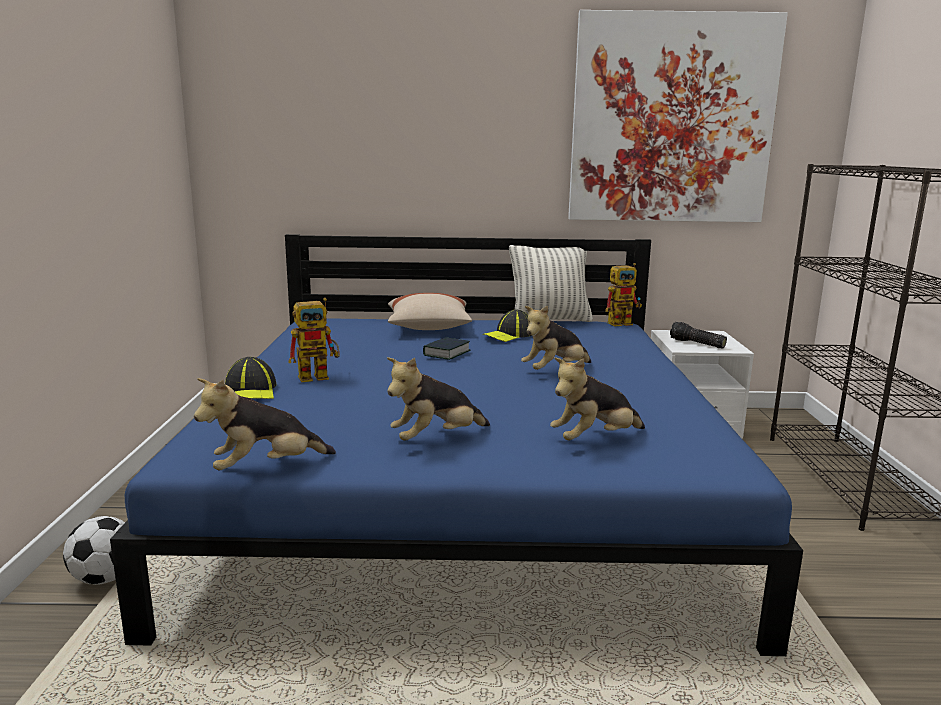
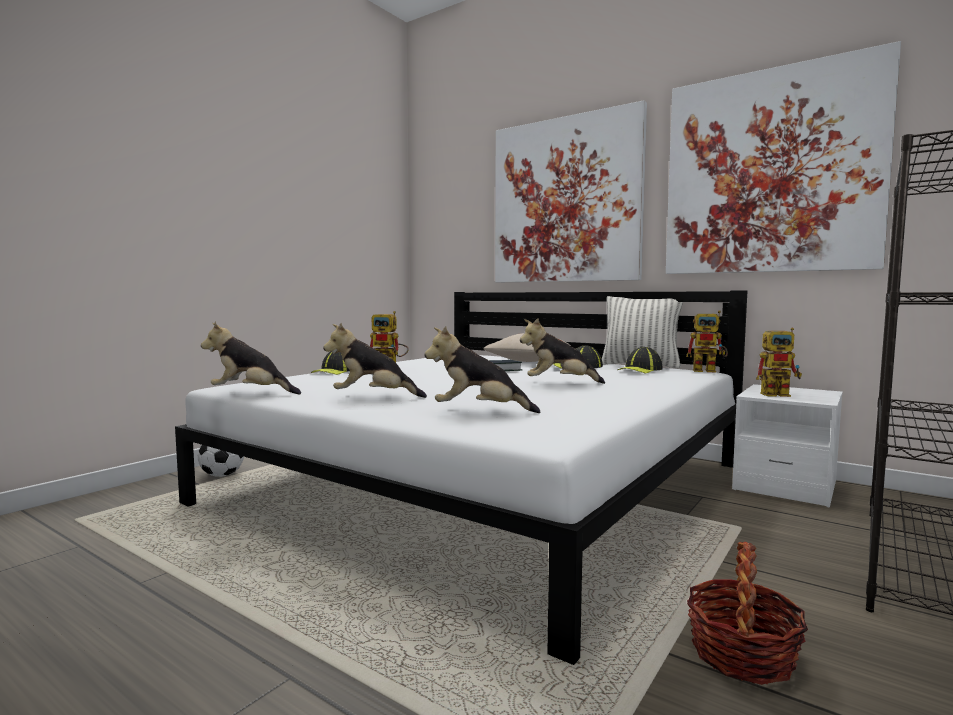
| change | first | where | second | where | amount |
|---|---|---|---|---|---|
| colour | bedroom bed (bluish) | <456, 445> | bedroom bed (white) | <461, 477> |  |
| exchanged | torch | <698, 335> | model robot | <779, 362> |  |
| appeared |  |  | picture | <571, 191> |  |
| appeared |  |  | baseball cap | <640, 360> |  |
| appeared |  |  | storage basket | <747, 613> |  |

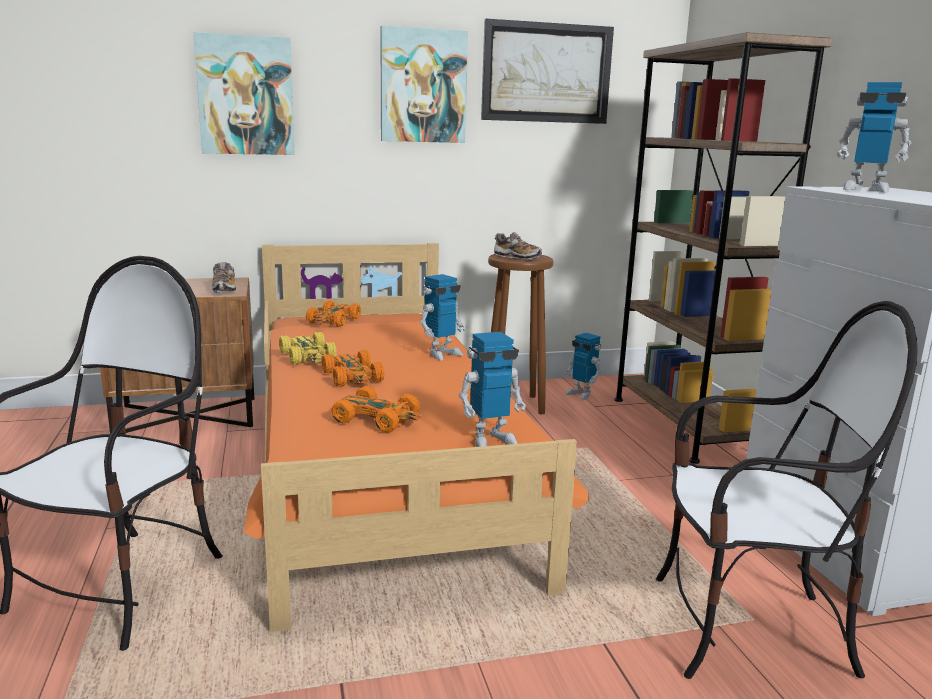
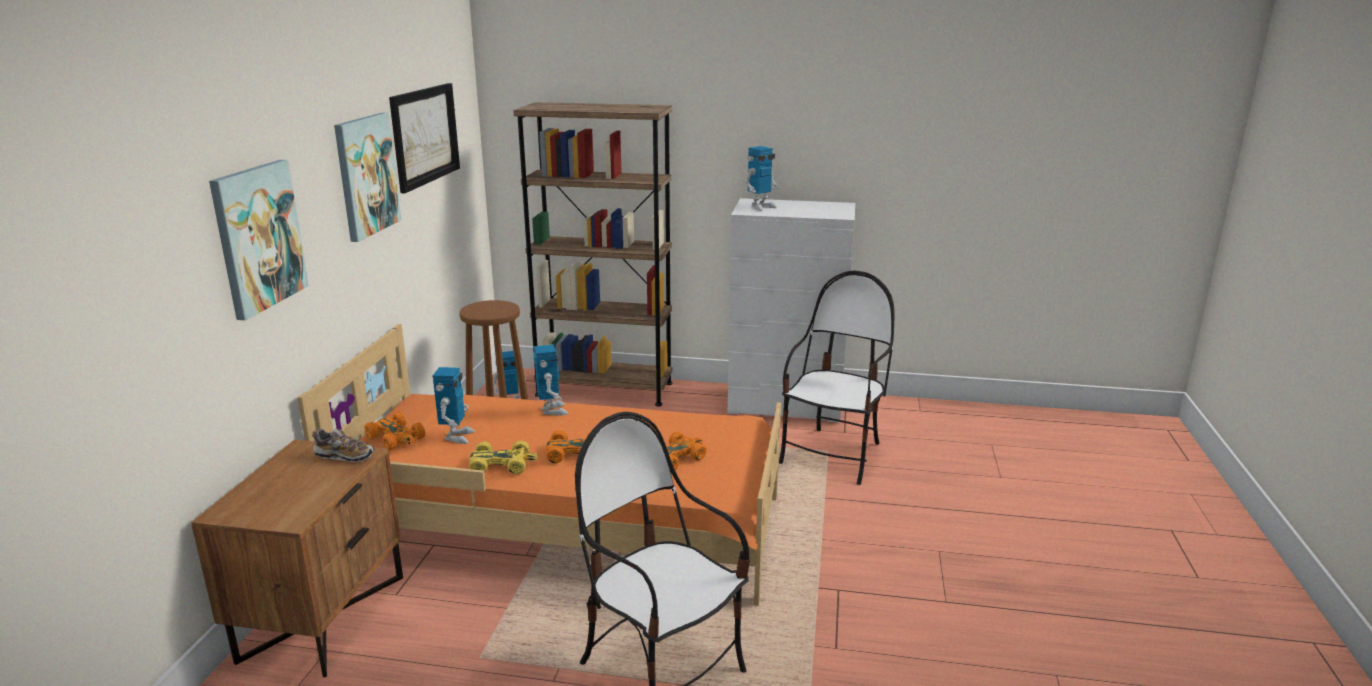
| change | first | where | second | where | amount |
|---|---|---|---|---|---|
| relocated | model robot | <492, 389> |  | <453, 405> |  |
| missing | shoe | <518, 246> |  |  |  |

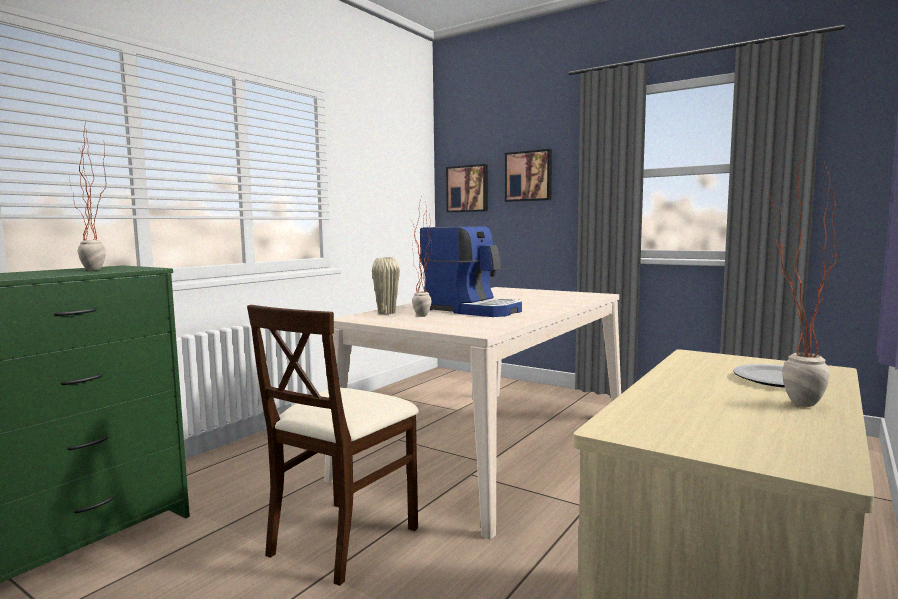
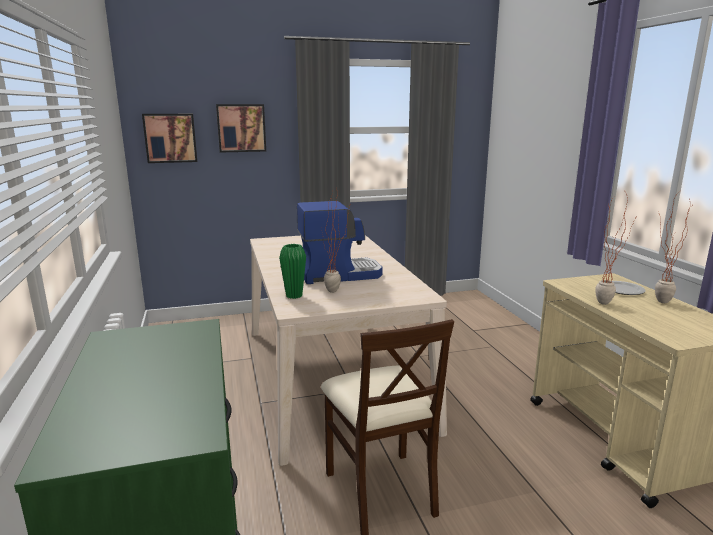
| change | first | where | second | where | amount |
|---|---|---|---|---|---|
| relocated | potted plant | <87, 195> |  | <615, 247> |  |
| colour | flower vase (sand-coloured) | <386, 285> | flower vase (greenish) | <292, 271> |  |

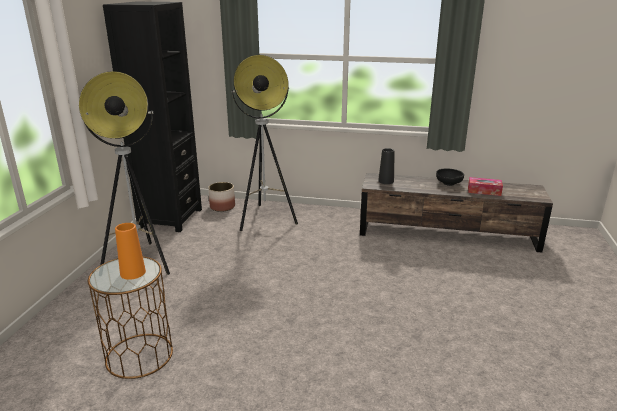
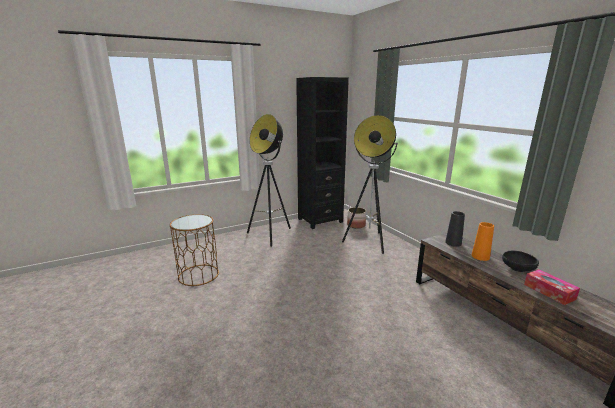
| change | first | where | second | where | amount |
|---|---|---|---|---|---|
| relocated | flower vase (orangey) | <130, 251> |  | <483, 241> |  |

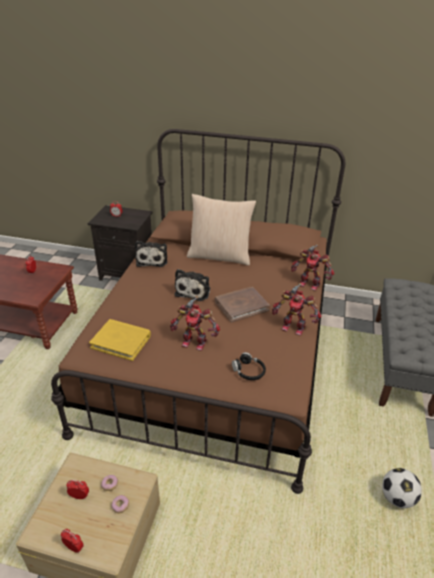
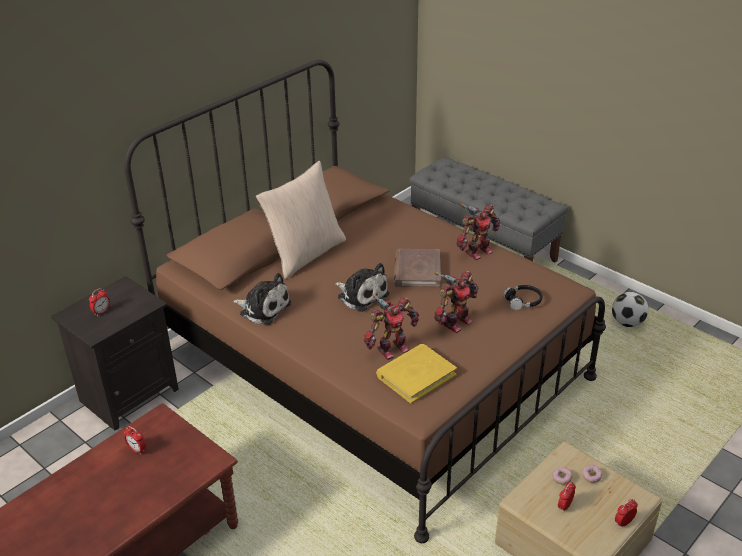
| change | first | where | second | where | amount |
|---|---|---|---|---|---|
| relocated | model robot | <312, 267> |  | <391, 327> |  |

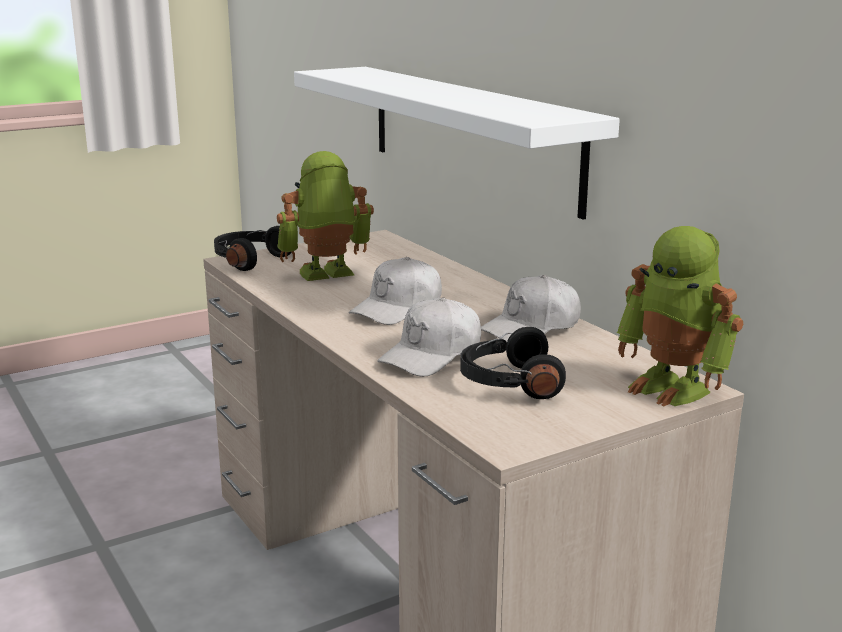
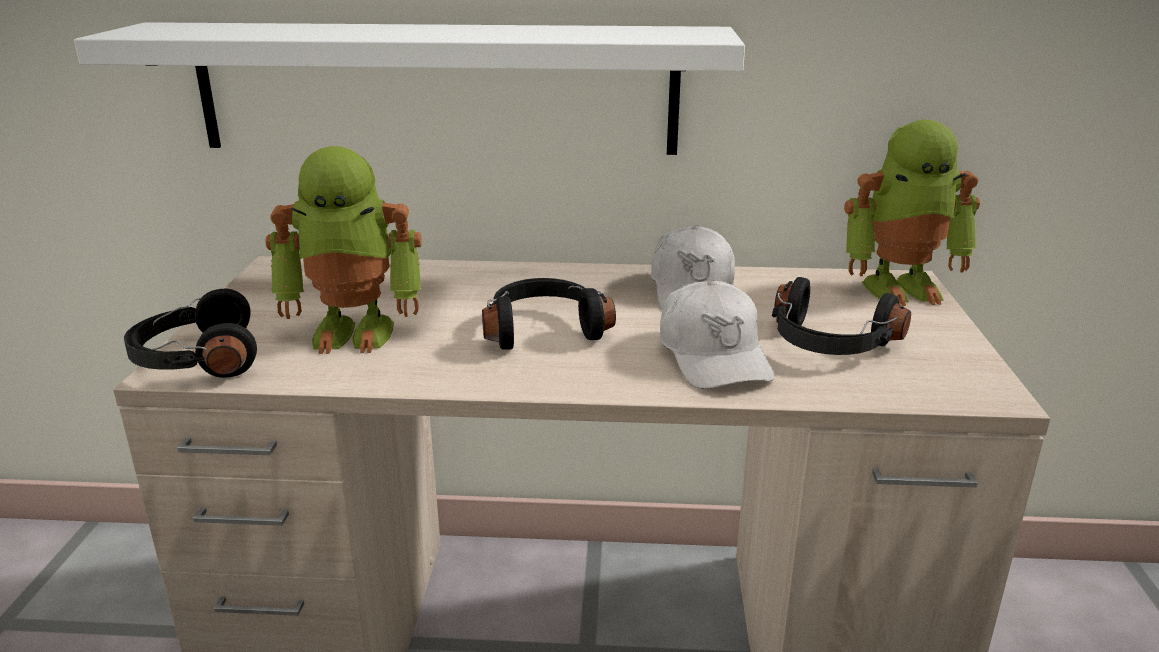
| change | first | where | second | where | amount |
|---|---|---|---|---|---|
| spun | model robot | <325, 216> |  | <343, 250> | 105 degrees counterclockwise |
| exchanged | baseball cap (white) | <395, 291> | headphones (black) | <549, 314> |  |

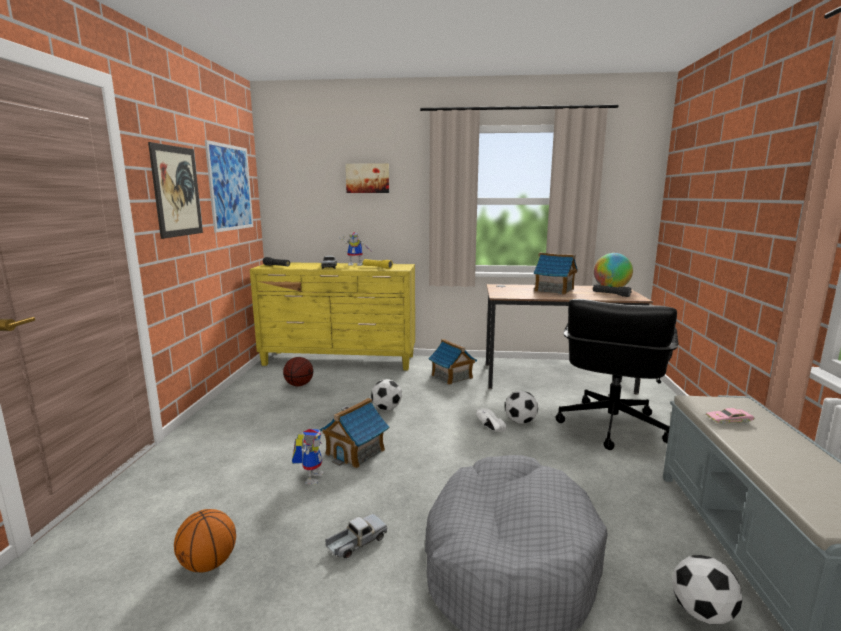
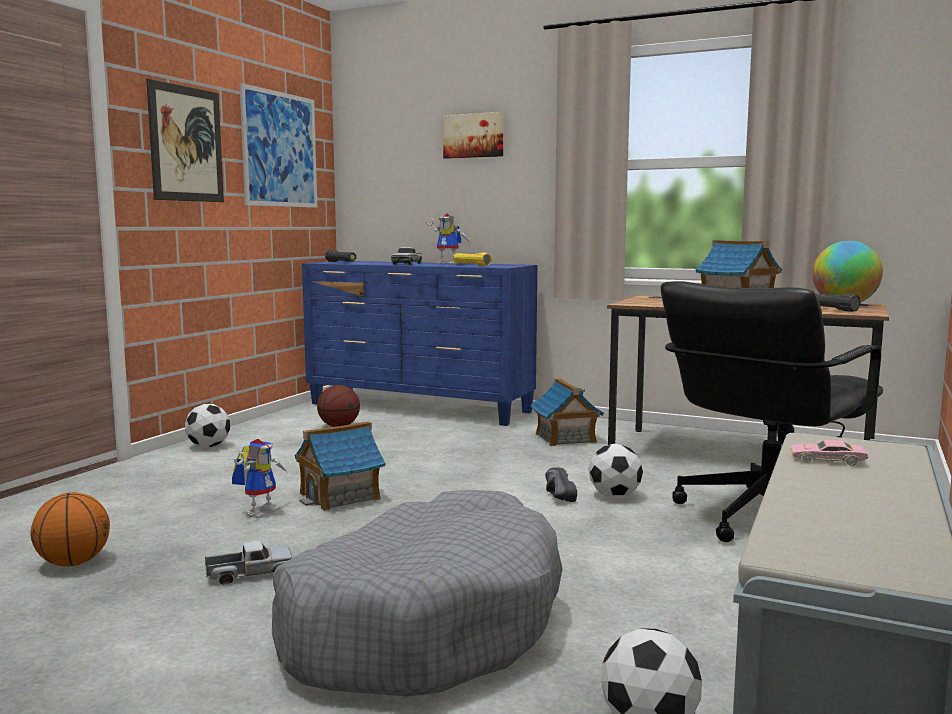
| change | first | where | second | where | amount |
|---|---|---|---|---|---|
| colour | drawer chest (yellow-coloured) | <332, 316> | drawer chest (bluish) | <419, 343> |  |
| relocated | ball for football | <386, 394> |  | <207, 425> |  |
| colour | shoe (white) | <491, 420> | shoe (black) | <561, 484> |  |

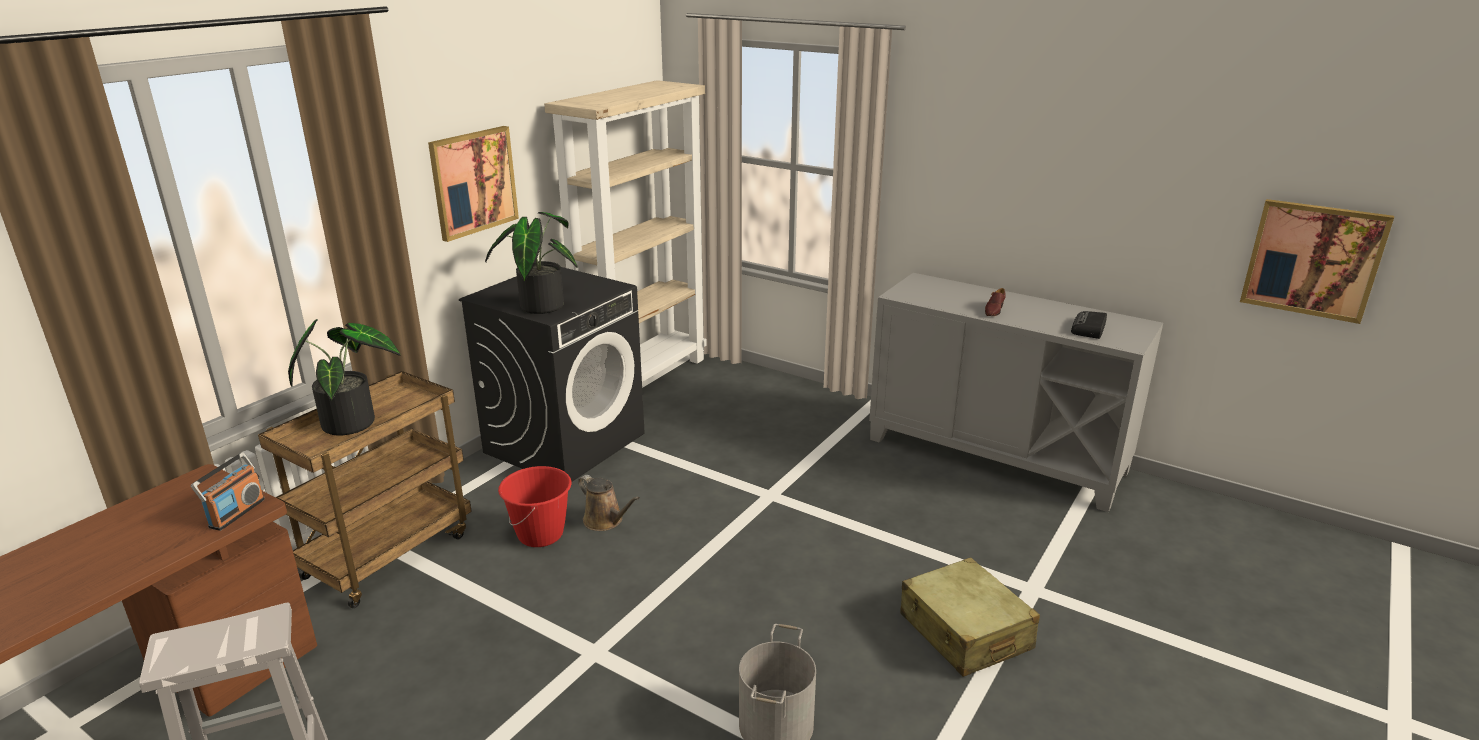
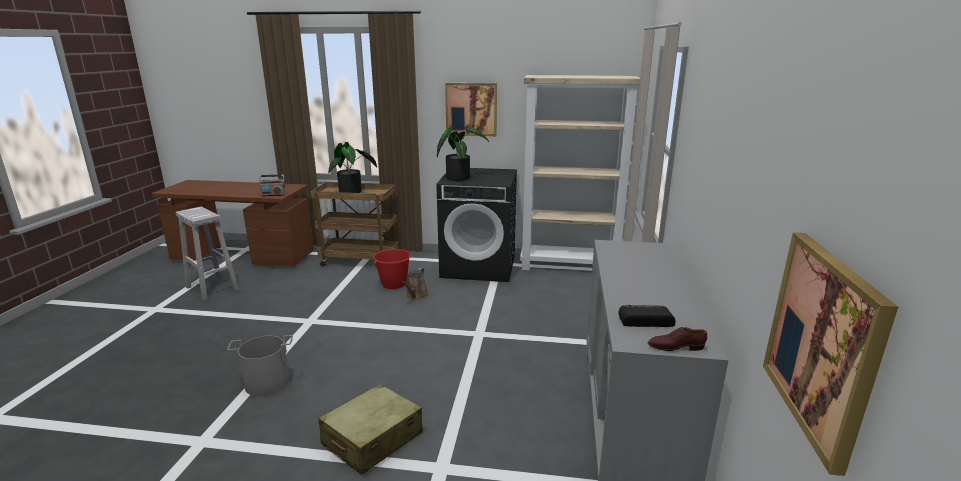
| change | first | where | second | where | amount |
|---|---|---|---|---|---|
| relocated | shoe (brown-coloured) | <995, 302> |  | <677, 339> |  |

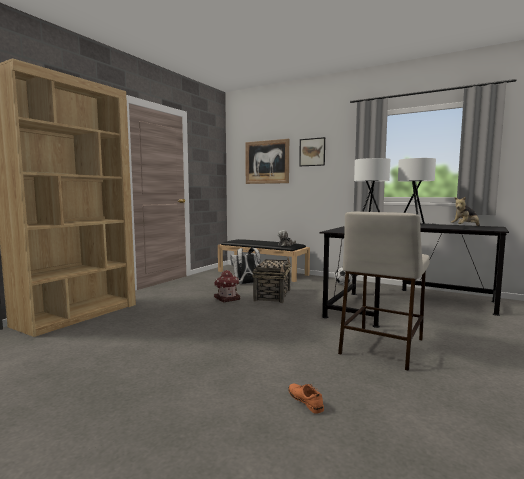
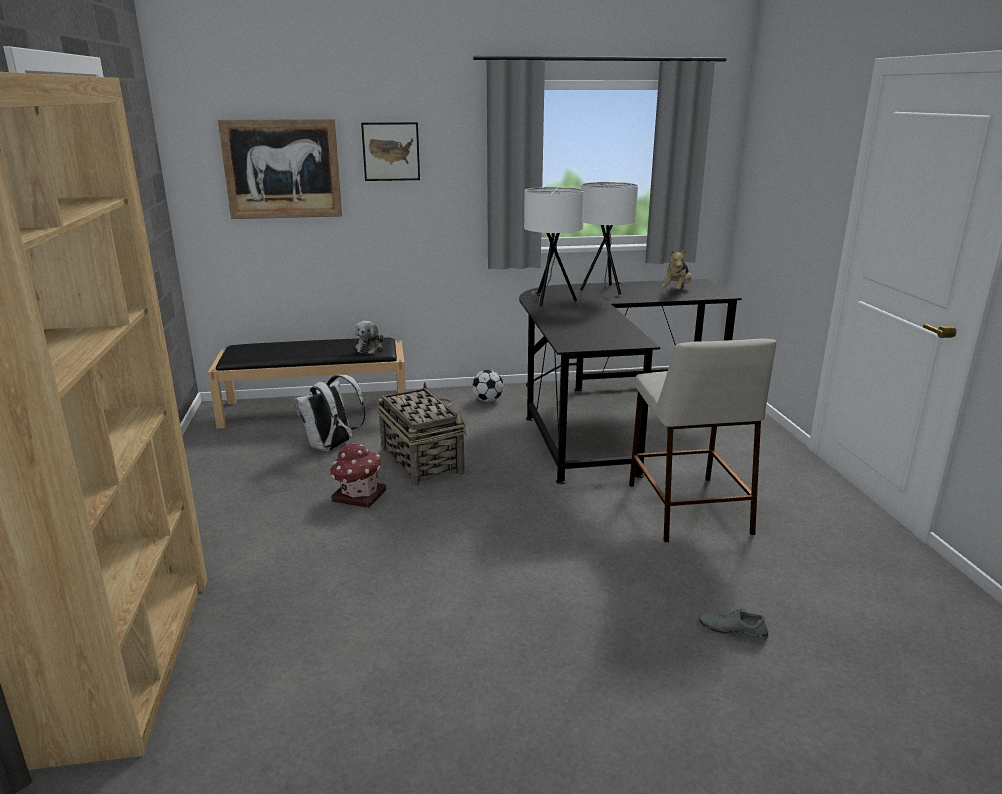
| change | first | where | second | where | amount |
|---|---|---|---|---|---|
| colour | shoe (orangey) | <306, 398> | shoe (grey) | <733, 624> |  |

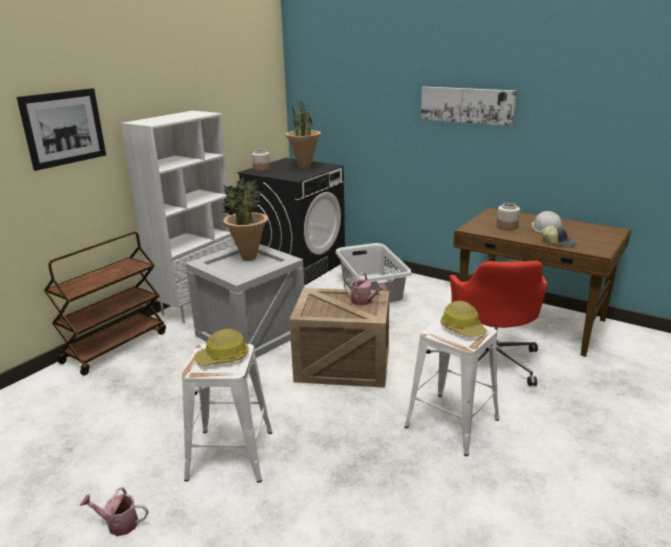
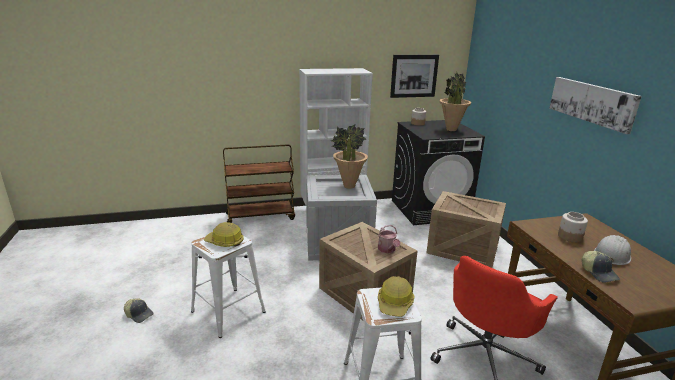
| change | first | where | second | where | amount |
|---|---|---|---|---|---|
| relocated | picture | <61, 129> |  | <414, 76> |  |
| exchanged | watering pot | <114, 511> | baseball cap | <139, 310> |  |
| exchanged | washing basket (grey) | <373, 272> | shipping crate | <466, 229> |  |

